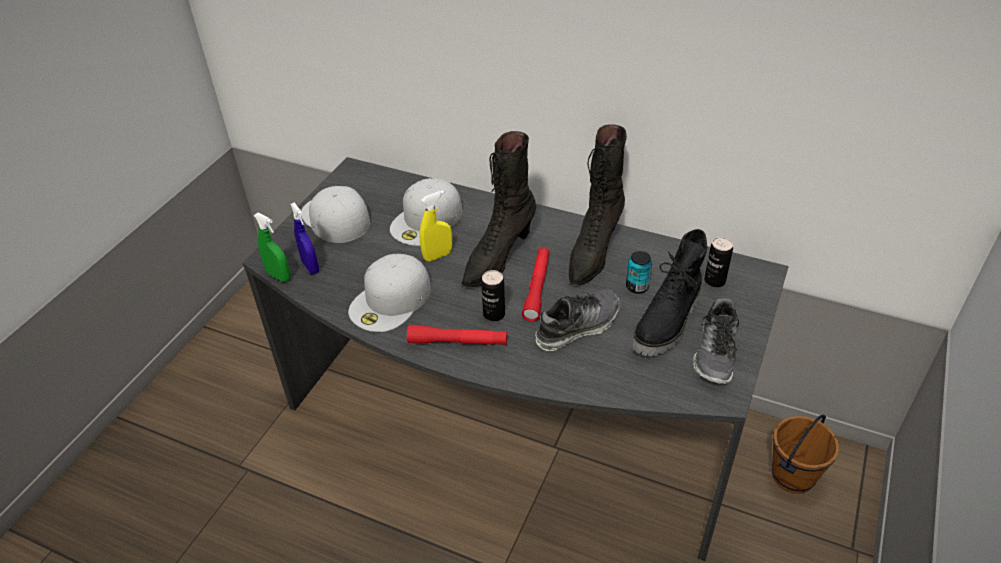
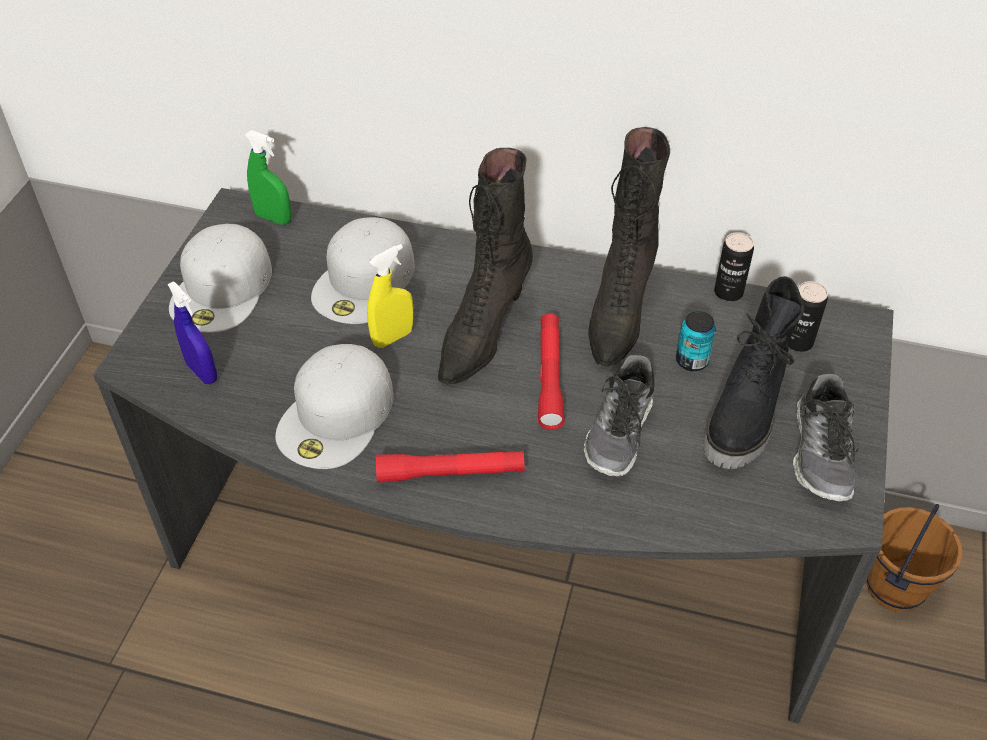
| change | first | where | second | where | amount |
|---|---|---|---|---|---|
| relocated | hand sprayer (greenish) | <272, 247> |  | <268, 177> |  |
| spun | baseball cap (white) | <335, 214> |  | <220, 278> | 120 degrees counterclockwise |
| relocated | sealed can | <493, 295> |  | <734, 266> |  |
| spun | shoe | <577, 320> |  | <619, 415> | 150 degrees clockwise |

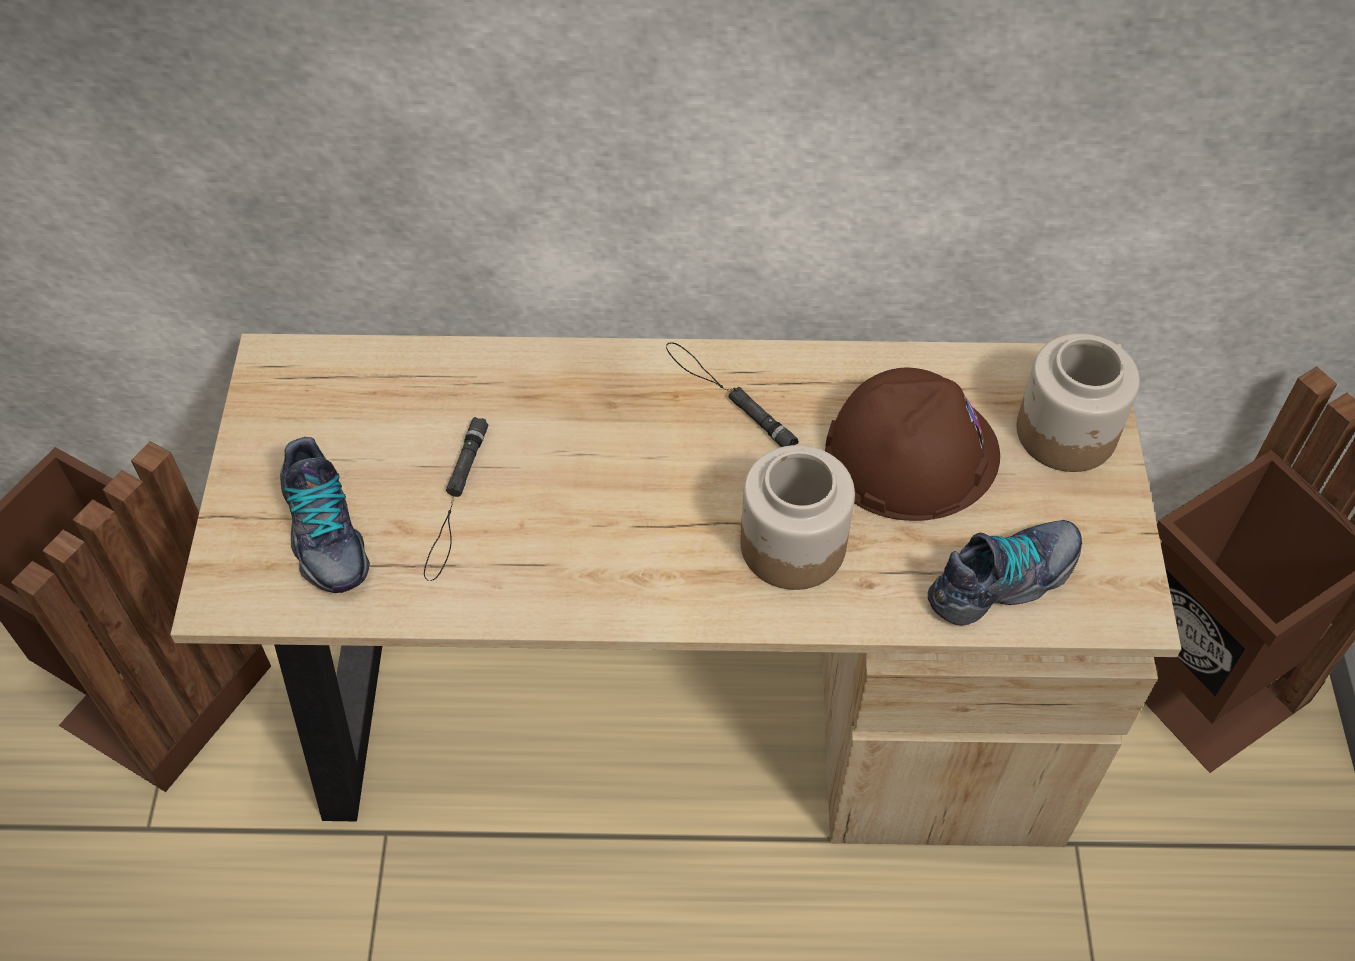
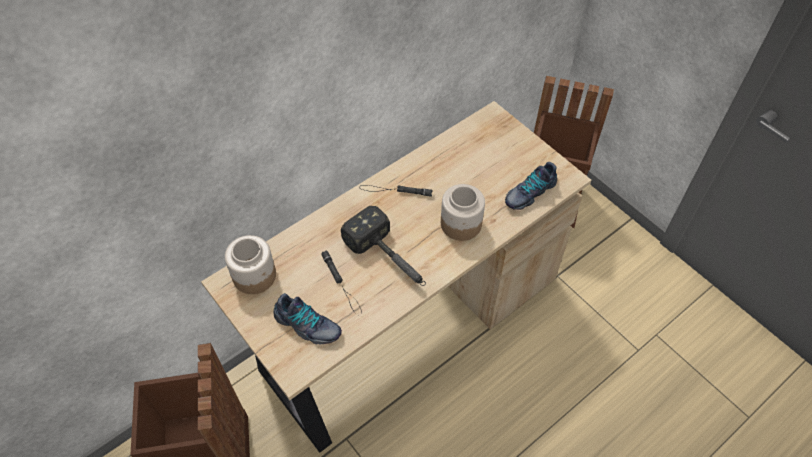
| change | first | where | second | where | amount |
|---|---|---|---|---|---|
| missing | work helmet (brown-coloured) | <912, 444> |  |  |  |
| spun | shoe | <1005, 573> |  | <531, 186> | 150 degrees counterclockwise |
| relocated | preserve jar | <1078, 402> |  | <250, 264> |  |
| appeared |  |  | hand hammer | <383, 246> |  |

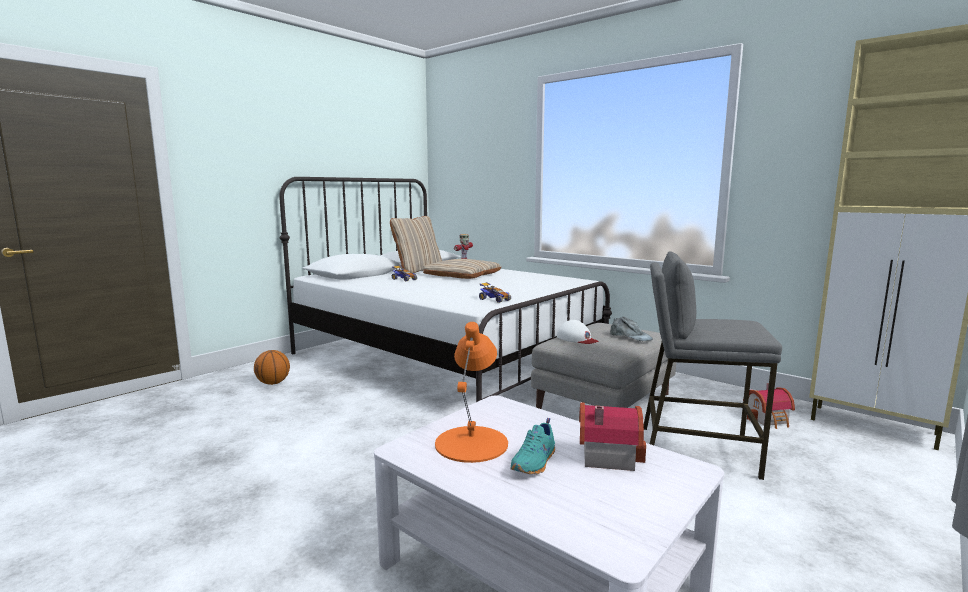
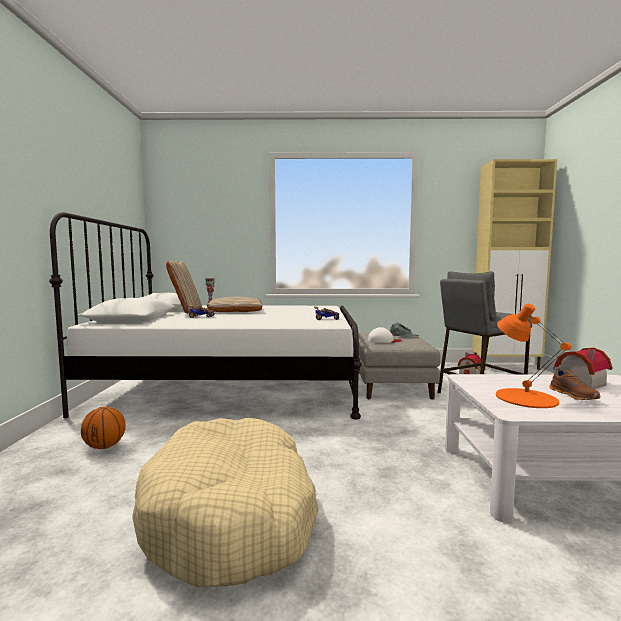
| change | first | where | second | where | amount |
|---|---|---|---|---|---|
| colour | shoe (turquoise) | <532, 446> | shoe (brown-coloured) | <574, 383> |  |
| appeared |  |  | dog bed (sand-coloured) | <225, 502> |  |

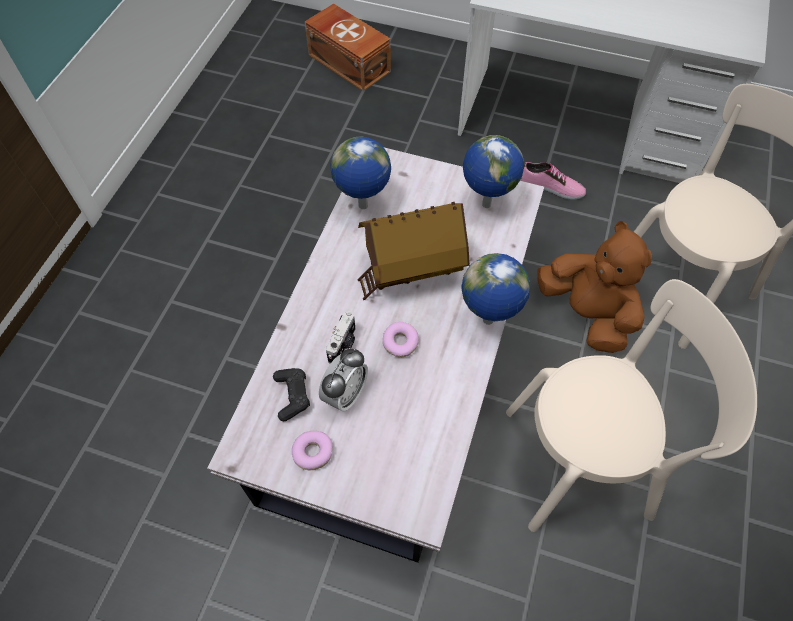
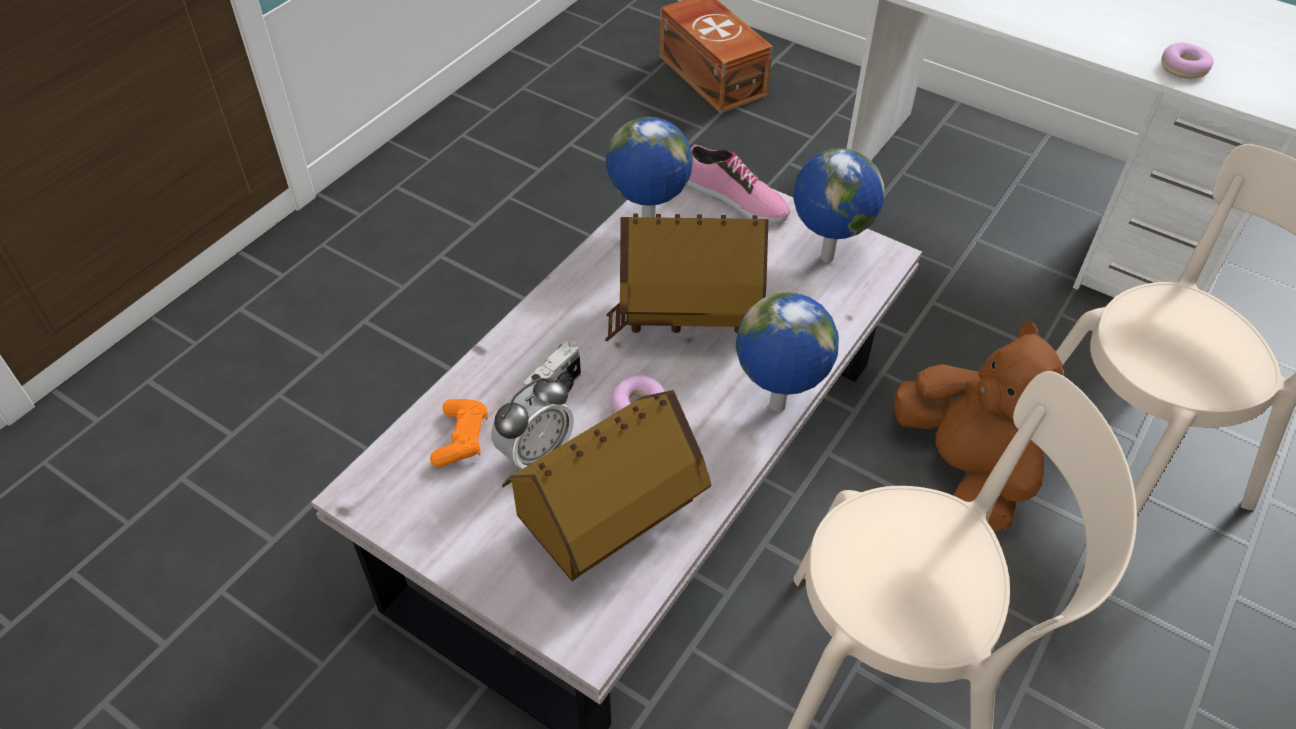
| change | first | where | second | where | amount |
|---|---|---|---|---|---|
| colour | joypad (black) | <291, 394> | joypad (orangey) | <459, 433> |  |
| relocated | ring doughnut | <312, 450> |  | <1187, 60> |  |
| relocated | shoe | <553, 181> |  | <739, 184> |  |
| appeared |  |  | model house | <607, 485> |  |

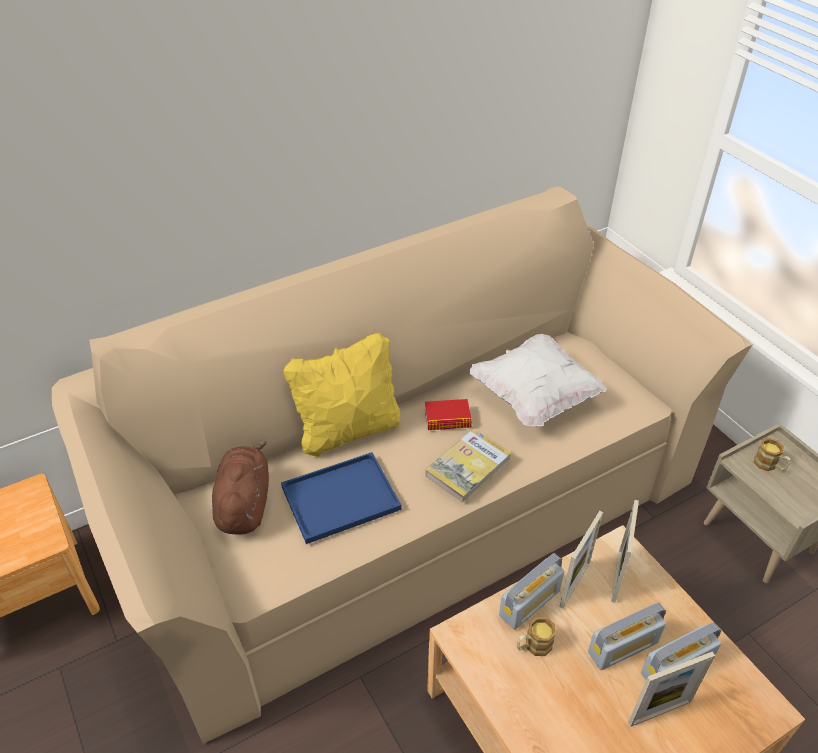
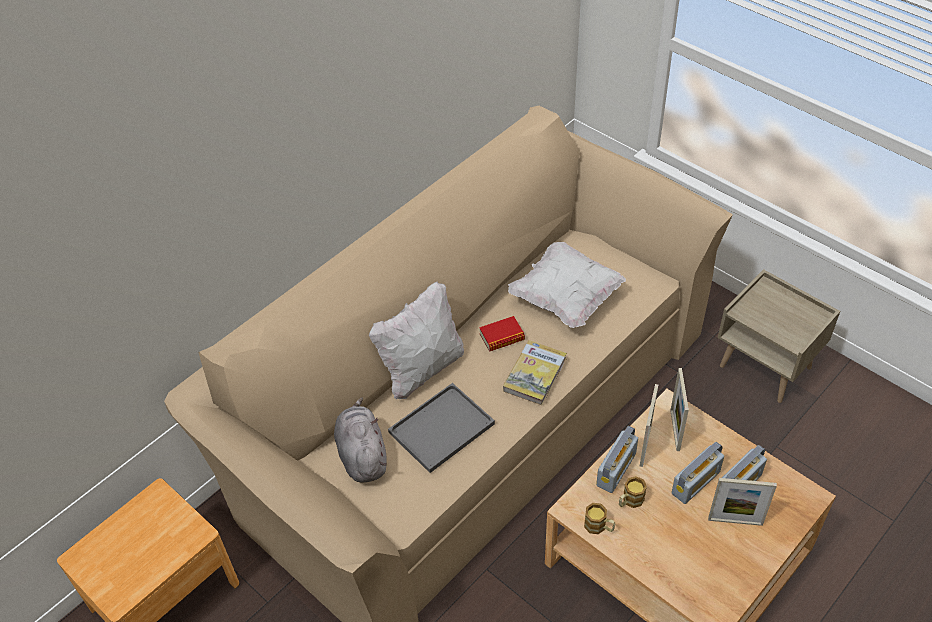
| change | first | where | second | where | amount |
|---|---|---|---|---|---|
| colour | plush toy (brown-coloured) | <240, 488> | plush toy (grey) | <360, 439> |  |
| colour | carrying tray (bluish) | <341, 498> | carrying tray (grey) | <441, 428> |  |
| colour | cushion (yellow-coloured) | <342, 395> | cushion (white) | <416, 340> |  |
| spun | standing frame | <671, 689> |  | <742, 502> | 45 degrees clockwise |
| relocated | mug | <772, 454> |  | <599, 518> |  |

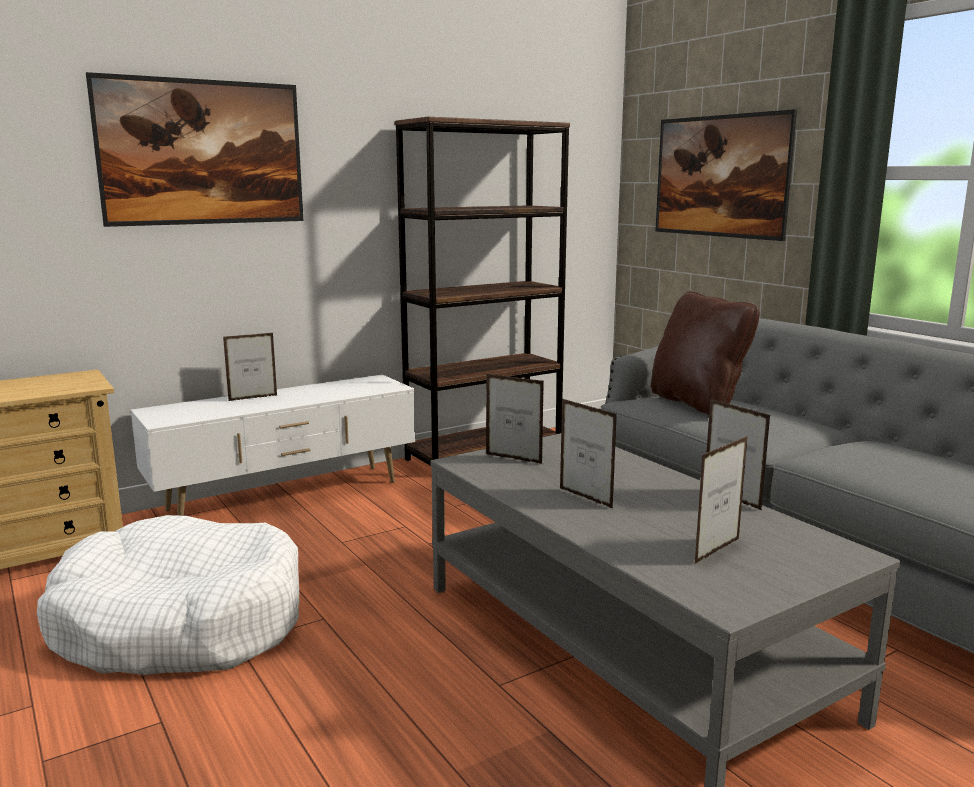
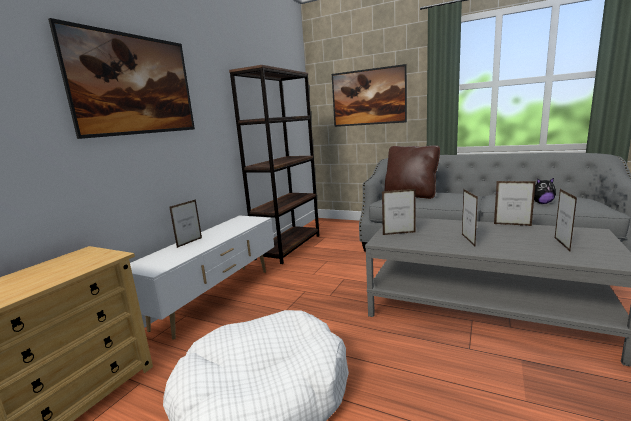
| change | first | where | second | where | amount |
|---|---|---|---|---|---|
| spun | standing frame | <588, 454> |  | <470, 217> | 105 degrees counterclockwise |
| appeared |  |  | plush toy | <545, 191> |  |

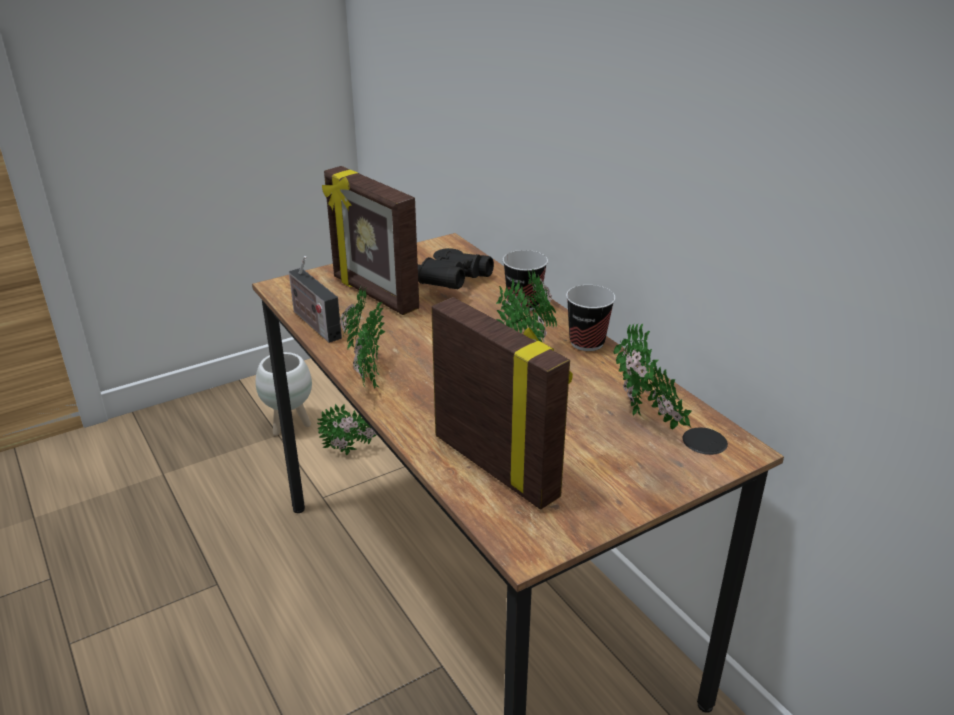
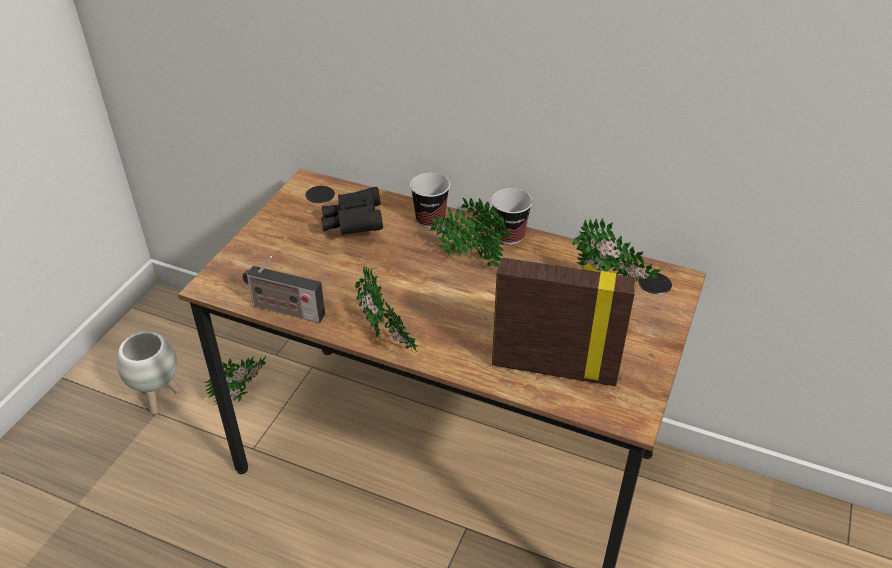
| change | first | where | second | where | amount |
|---|---|---|---|---|---|
| missing | standing frame | <370, 240> |  |  |  |

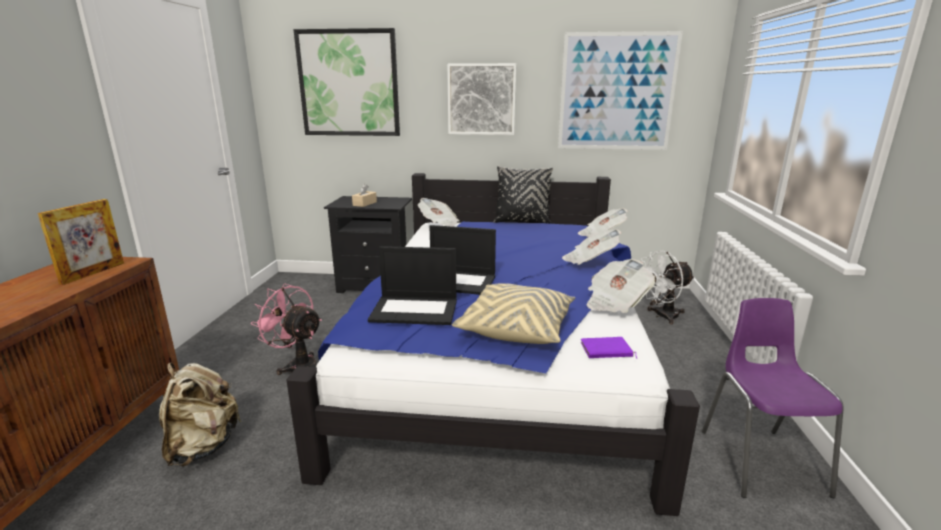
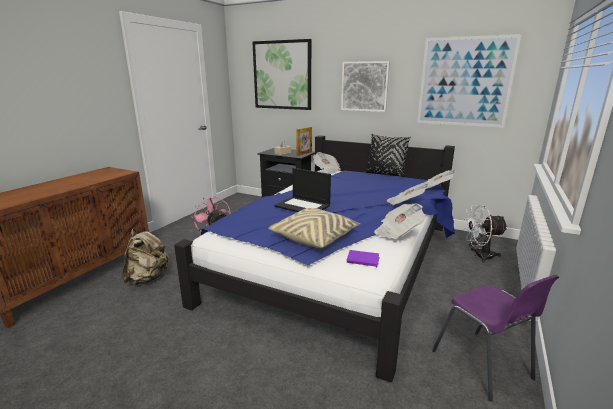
| change | first | where | second | where | amount |
|---|---|---|---|---|---|
| relocated | standing frame | <80, 242> |  | <304, 141> |  |
| missing | portable computer | <412, 285> |  |  |  |
| spun | chair (purple) | <772, 398> |  | <495, 338> | 135 degrees clockwise |

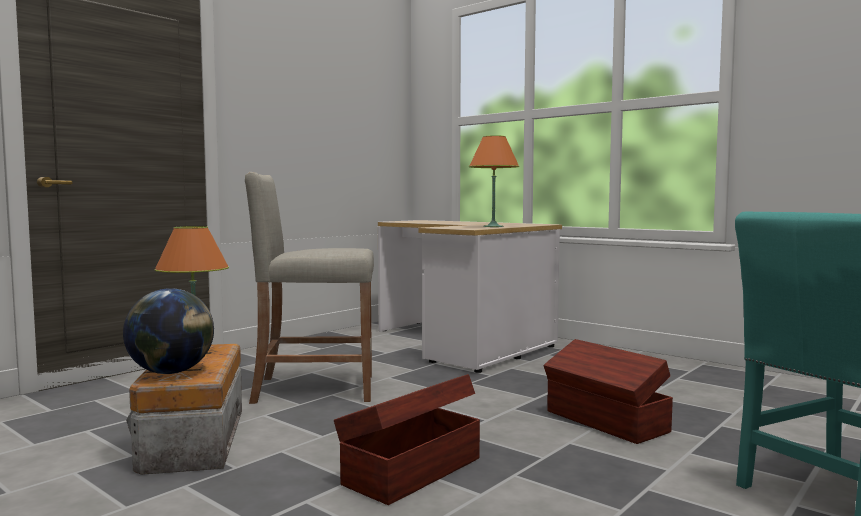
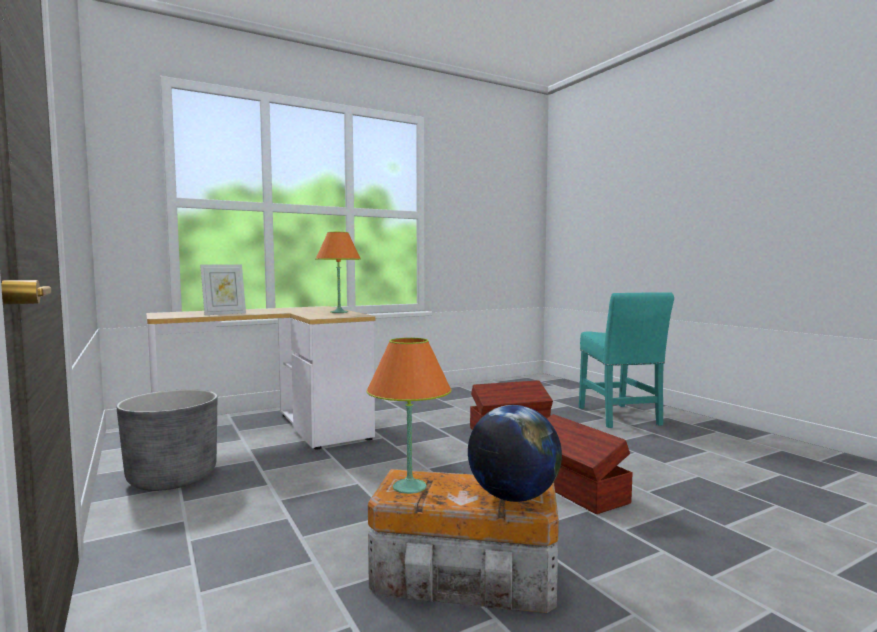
| change | first | where | second | where | amount |
|---|---|---|---|---|---|
| missing | sitting stool (sand-coloured) | <309, 288> |  |  |  |
| appeared |  |  | flower pot (grey) | <166, 440> |  |
| appeared |  |  | standing frame | <223, 290> |  |

